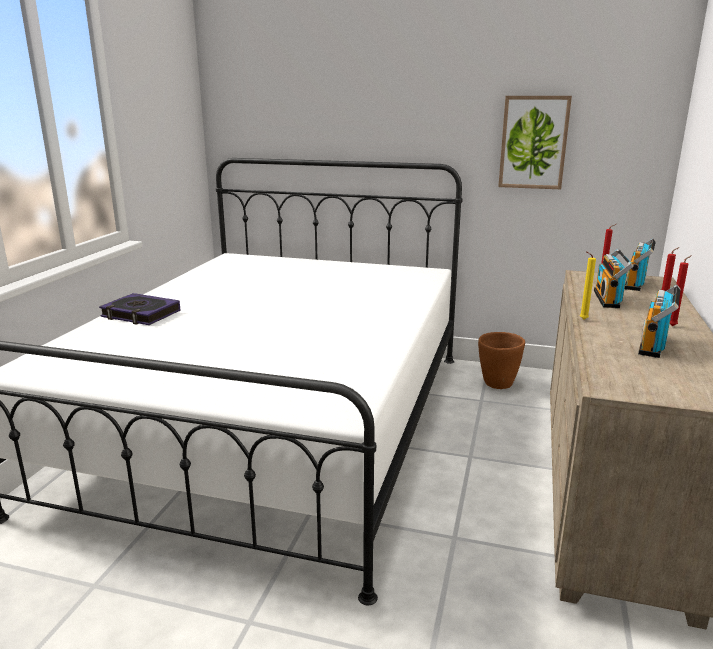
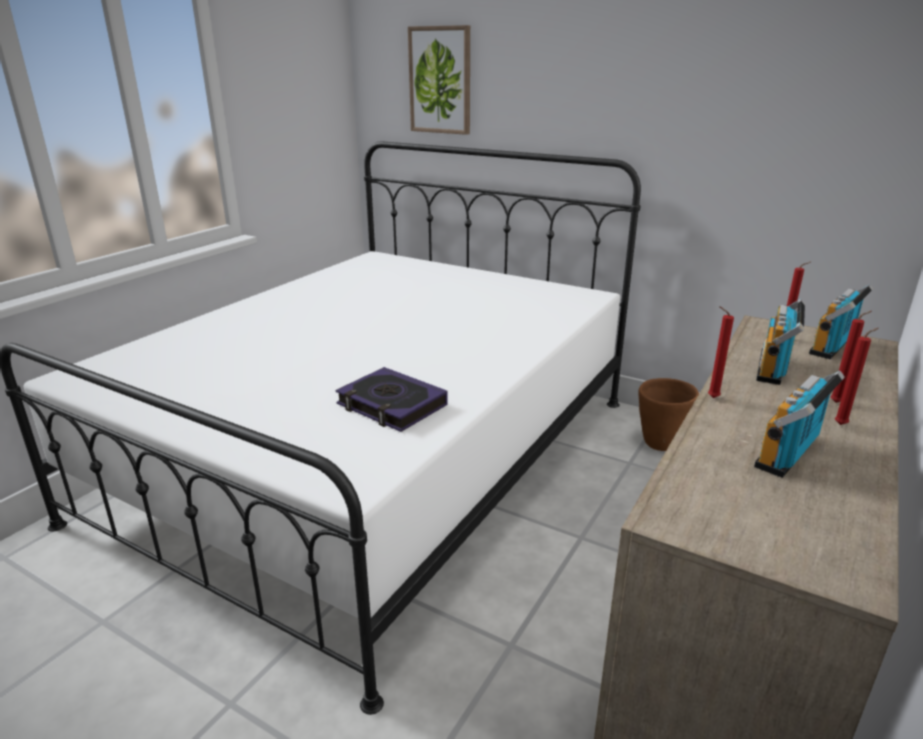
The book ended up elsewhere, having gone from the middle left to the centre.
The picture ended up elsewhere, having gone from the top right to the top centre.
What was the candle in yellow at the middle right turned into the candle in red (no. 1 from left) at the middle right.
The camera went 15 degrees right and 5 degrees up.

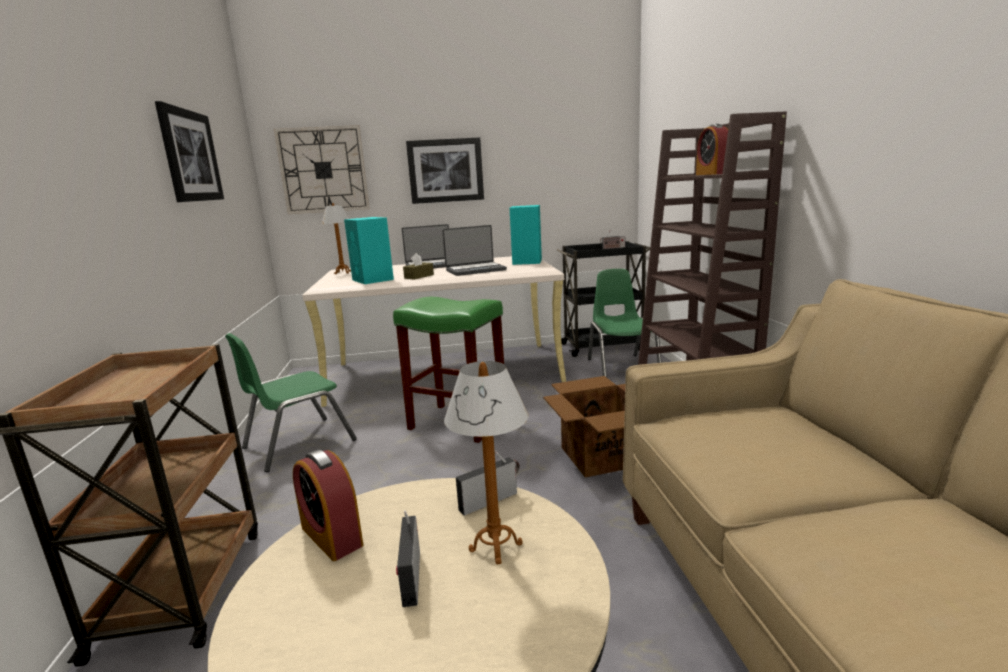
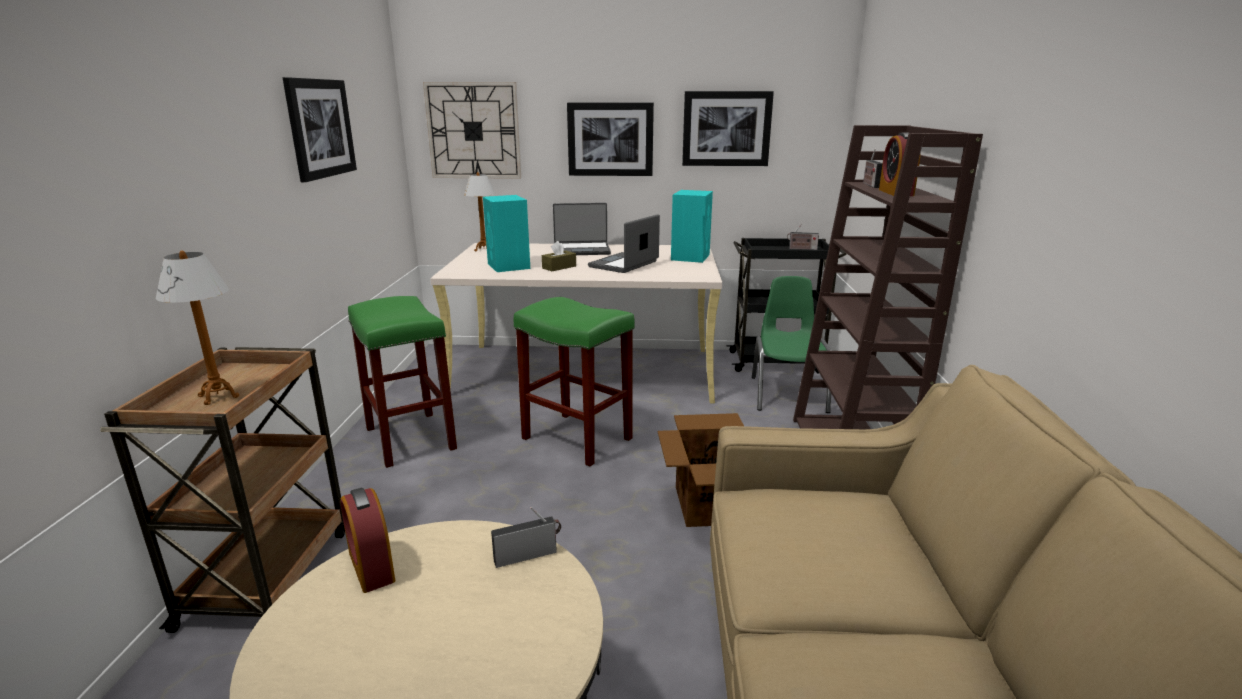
Where the chair in green (no. 1 from left) stood at the middle left, the stool in green (no. 1 from left) came to stand at the middle left.
The radio (no. 1 from left in the first image) ended up elsewhere, having gone from the bottom centre to the top right.
The laptop (no. 2 from left) at the centre ended up facing another way, 135 degrees clockwise from before.
The table lamp (no. 2 from left in the first image) ended up elsewhere, having gone from the bottom centre to the middle left.
The second view gained the picture (no. 3 from left) at the top centre.
The camera went 10 degrees right and 5 degrees up.

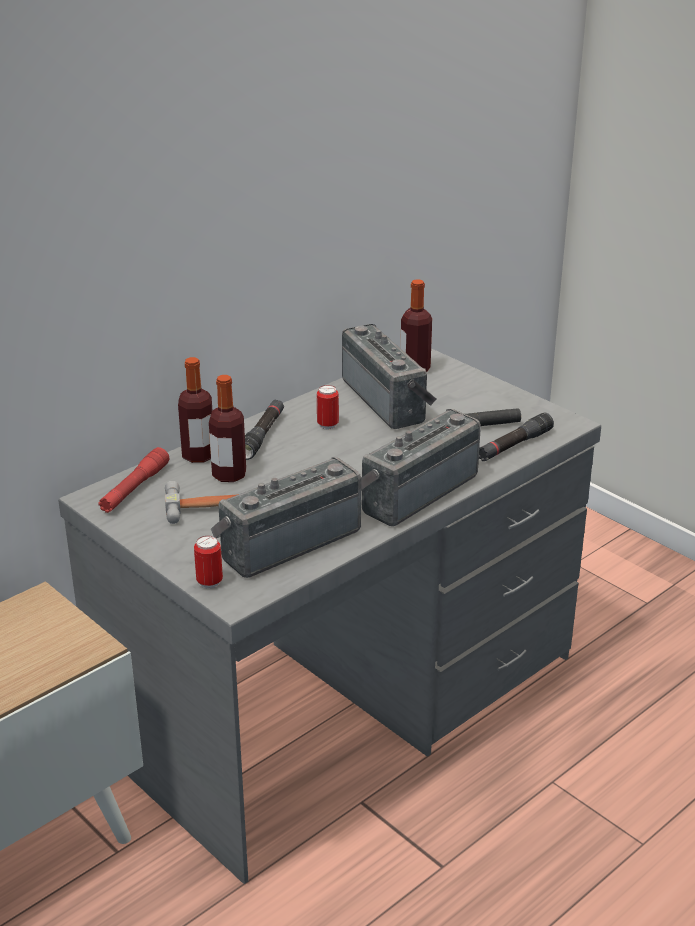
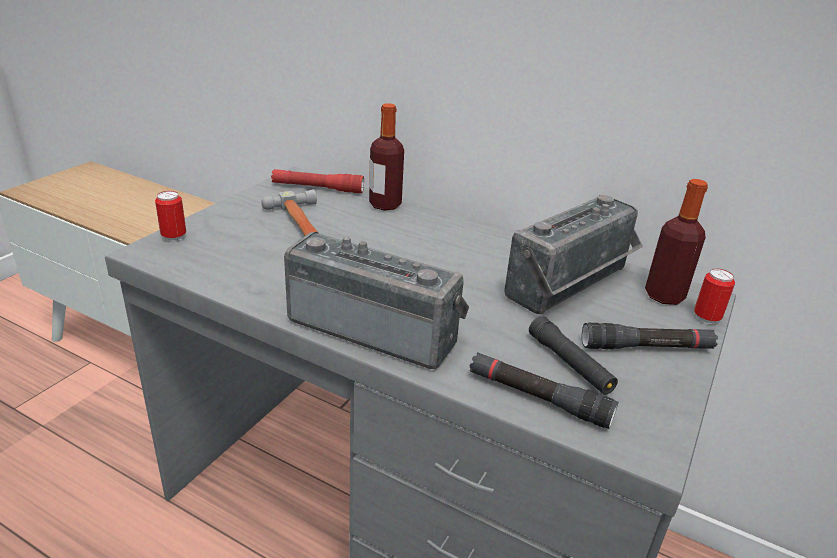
The second view lost the bottle (no. 2 from left) at the middle left.
The second view lost the radio (no. 1 from left) at the centre.
The flashlight in black (no. 1 from left in the first image) ended up elsewhere, having gone from the centre to the middle right.
The can (no. 2 from left) ended up elsewhere, having gone from the centre to the middle right.
The camera went 70 degrees right and 0 degrees up.

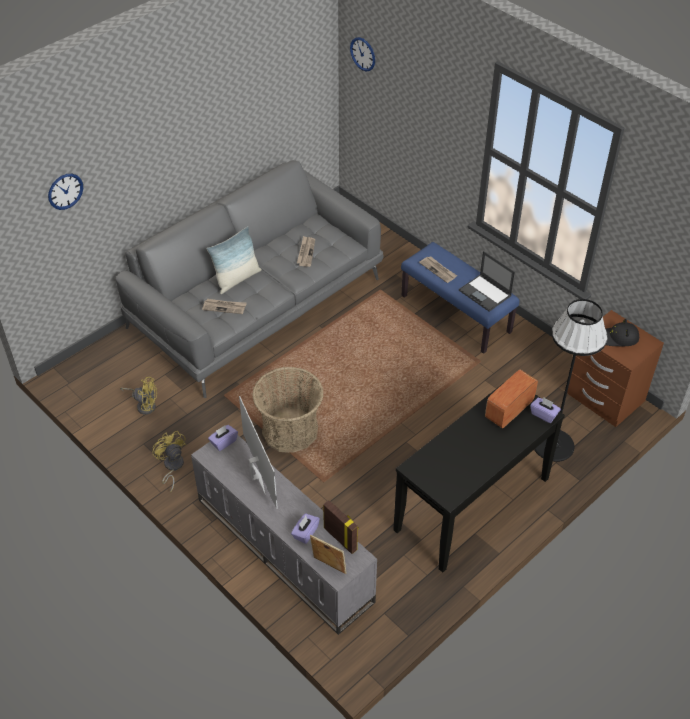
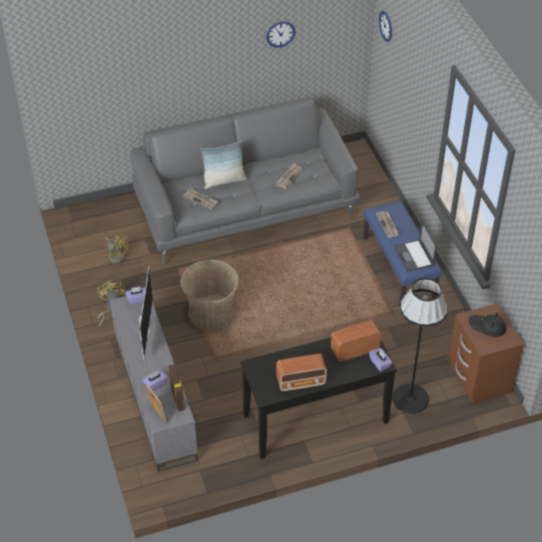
The wall clock (no. 1 from left) ended up elsewhere, having gone from the top left to the top centre.
The second view gained the radio (no. 1 from left) at the bottom centre.
The camera went 25 degrees right and 0 degrees up.

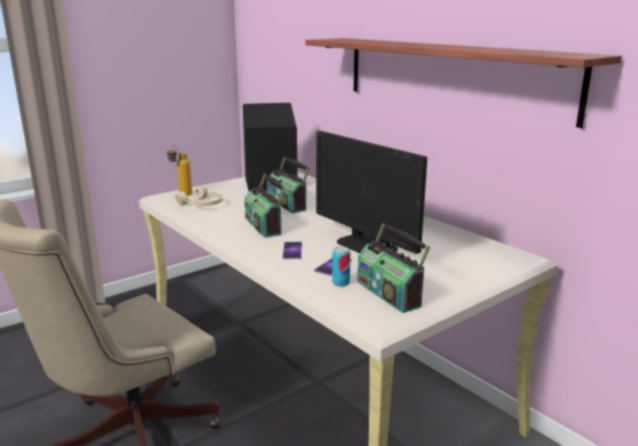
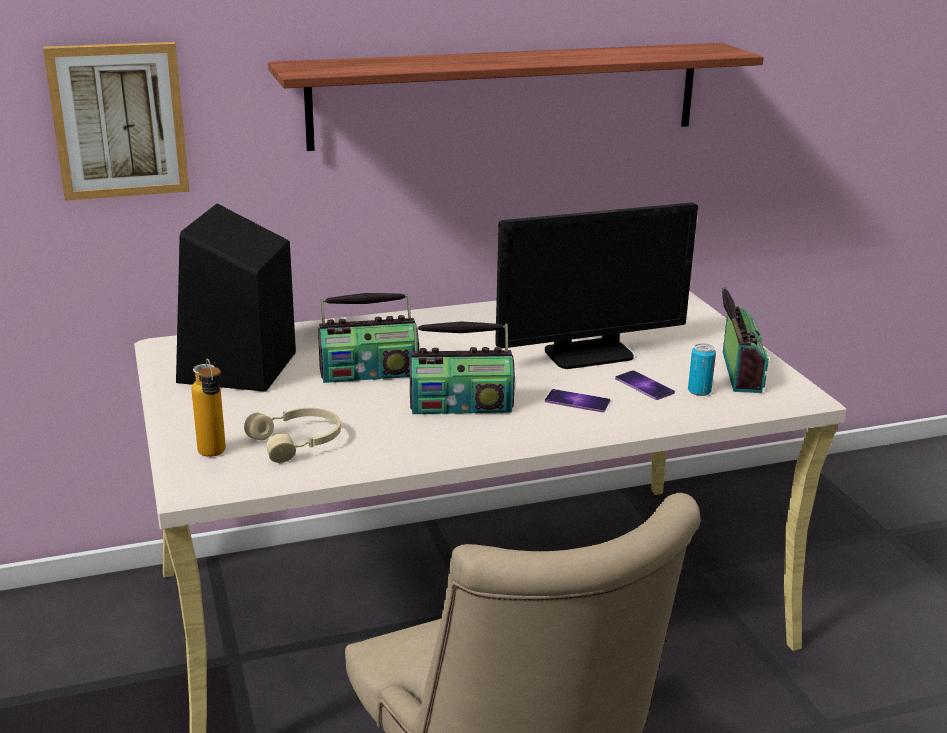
The radio (no. 3 from left) at the centre ended up facing another way, 75 degrees counterclockwise from before.
The second view gained the picture at the top left.
The camera went 70 degrees left and 5 degrees up.

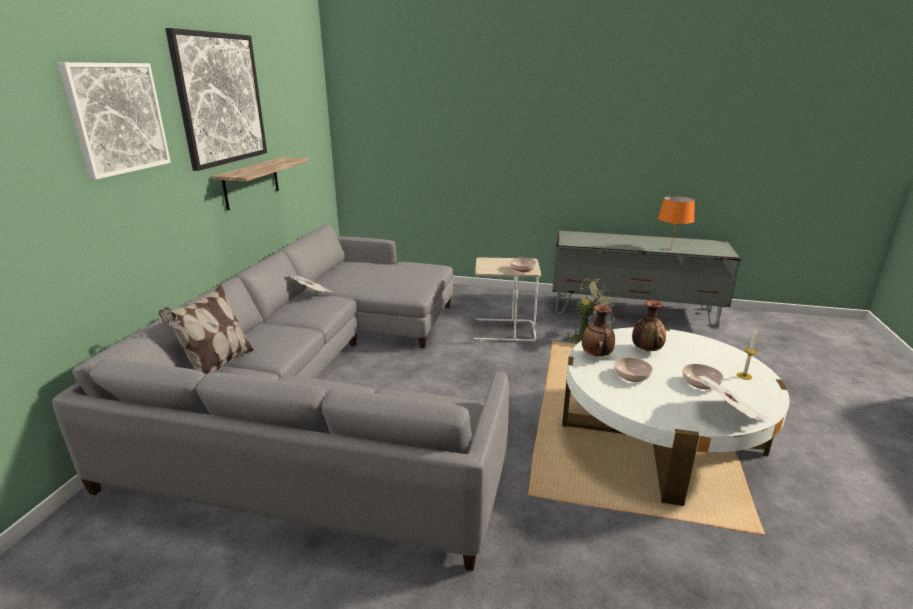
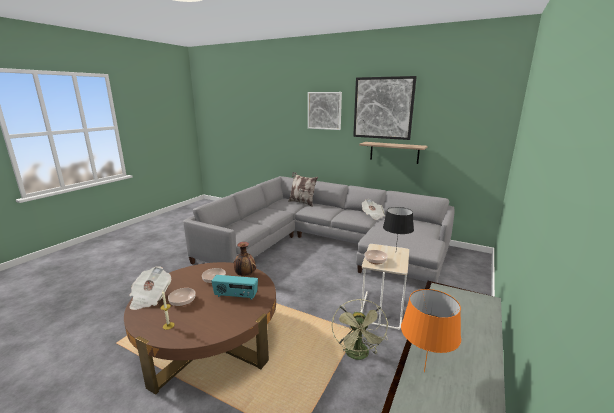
What was the coffee table in white at the bottom right turned into the coffee table in brown at the bottom left.
Where the vase (no. 2 from left) stood at the middle right, the radio came to stand at the bottom centre.
The second view gained the table lamp in black at the centre.
The camera went 105 degrees right and 5 degrees down.

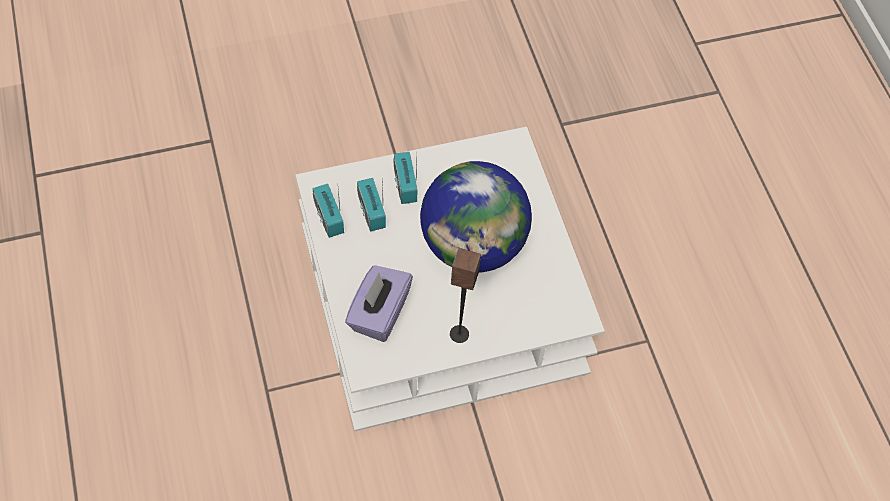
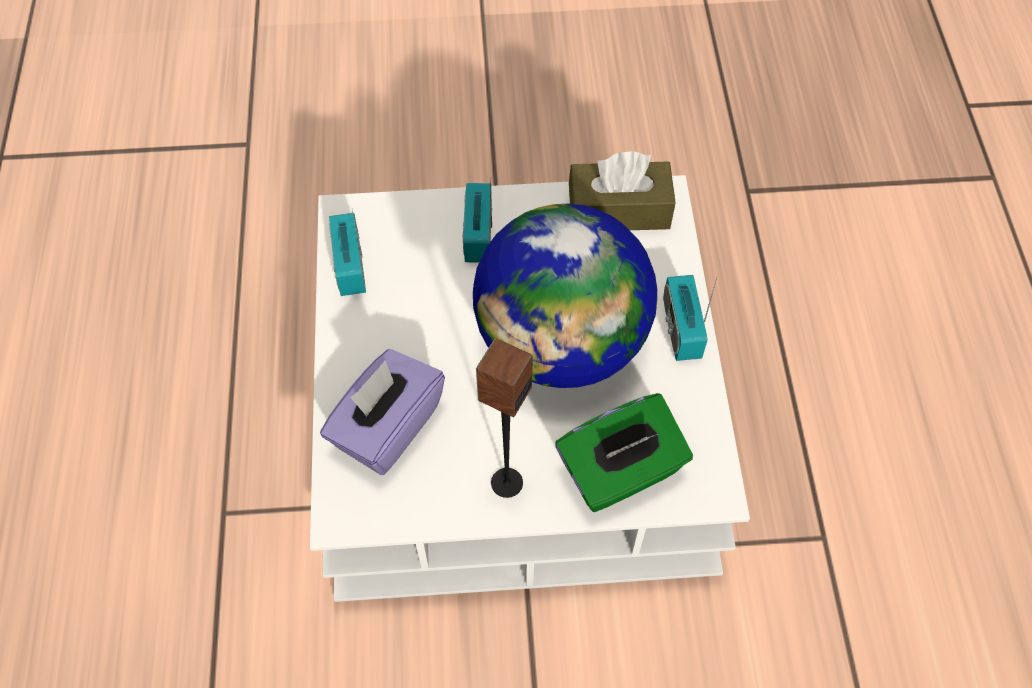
The radio (no. 2 from left in the first image) ended up elsewhere, having gone from the centre to the middle right.
The second view gained the tissue box in green at the centre.
The second view gained the tissue box in brown at the top centre.
The camera went 15 degrees right and 0 degrees up.

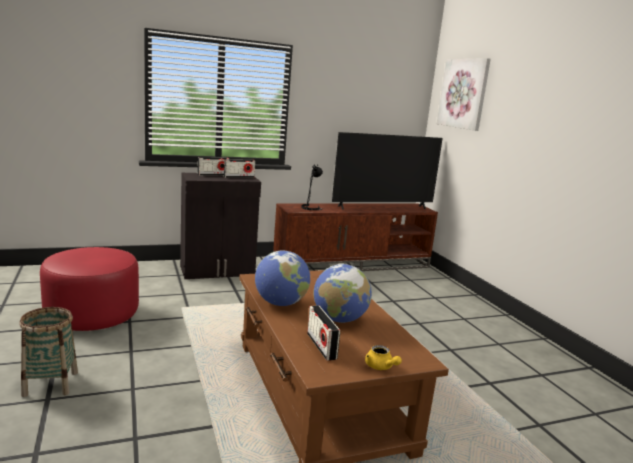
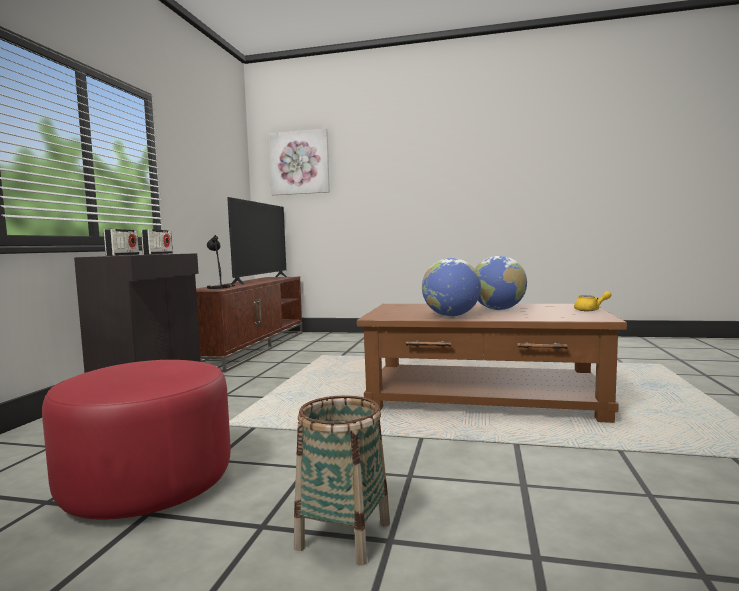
The second view lost the radio (no. 3 from left) at the bottom centre.
The camera went 55 degrees left and 10 degrees down.

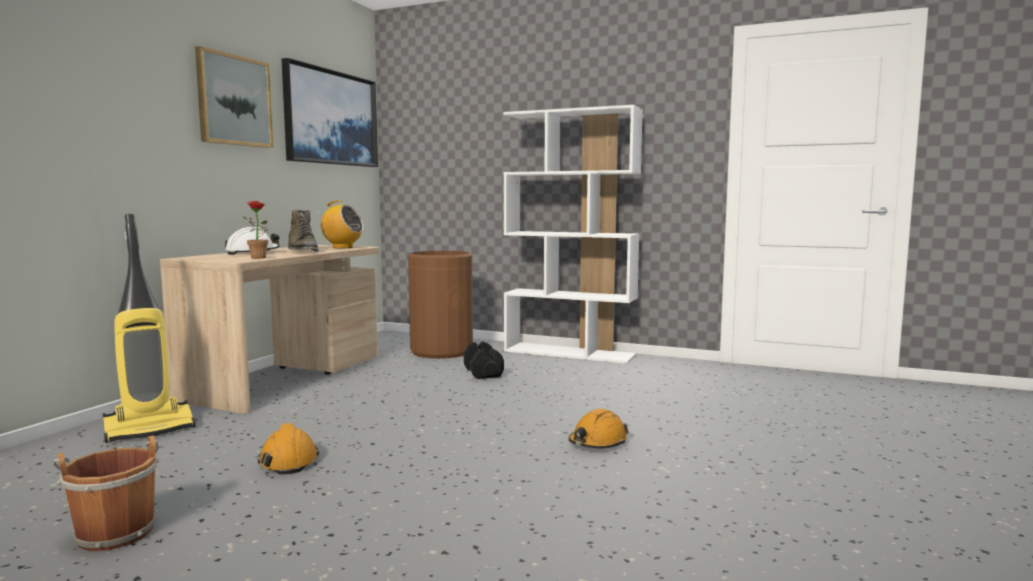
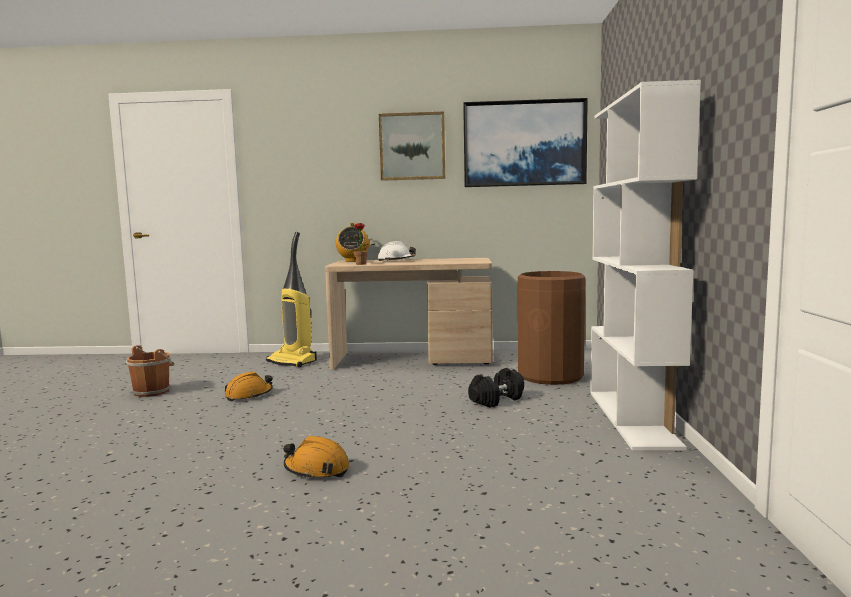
The second view lost the boot in green at the middle left.
The radio ended up elsewhere, having gone from the middle left to the centre.
The camera went 70 degrees right and 0 degrees up.

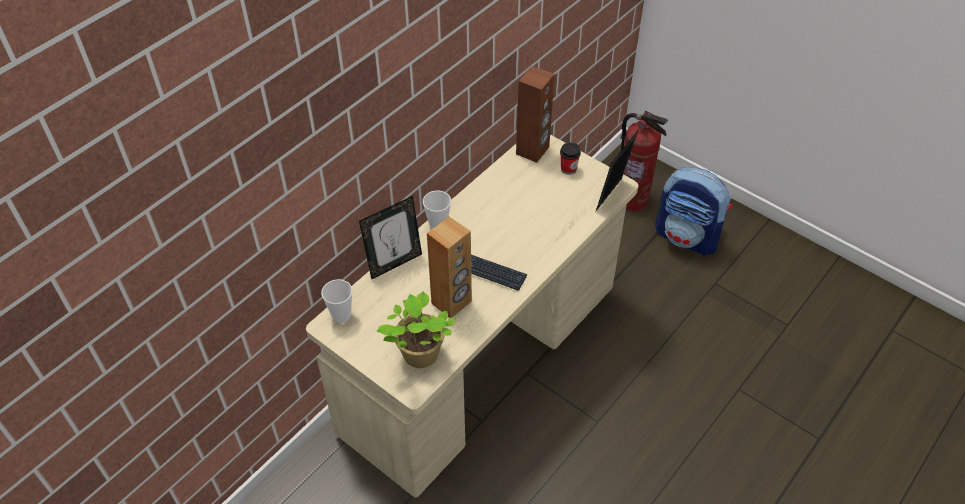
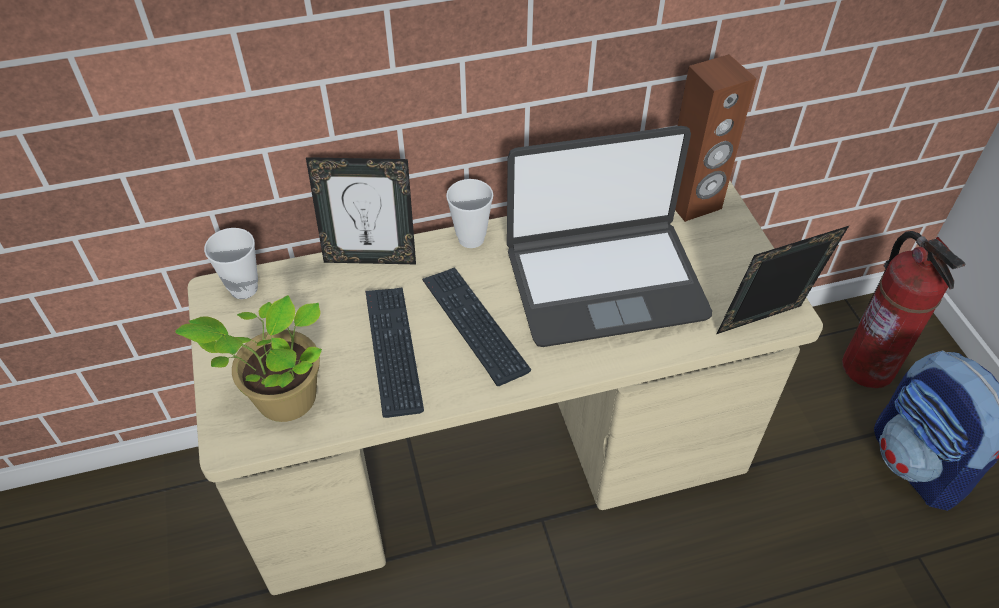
Where the speaker in brown (no. 1 from left) stood at the centre, the keyboard (no. 1 from left) came to stand at the centre.
The second view lost the cup (no. 3 from left) at the top centre.
The second view gained the laptop at the centre.
The camera went 35 degrees right and 0 degrees up.

